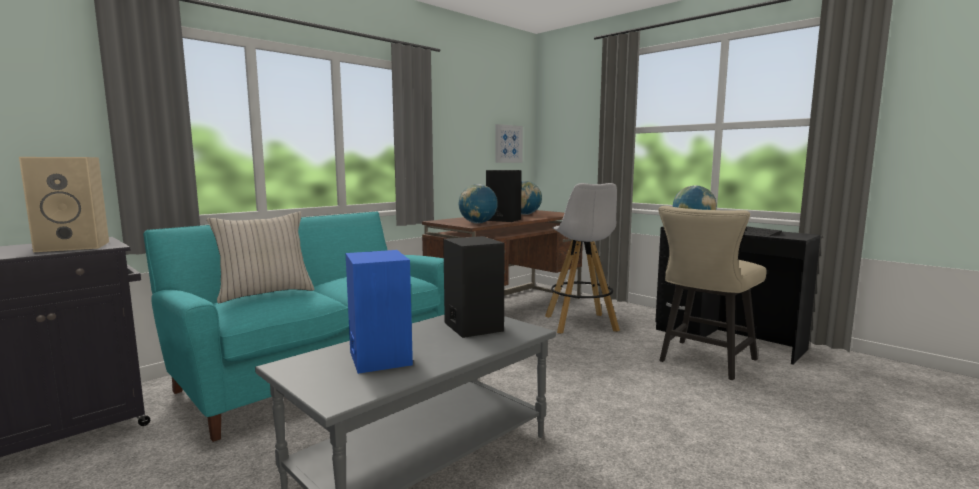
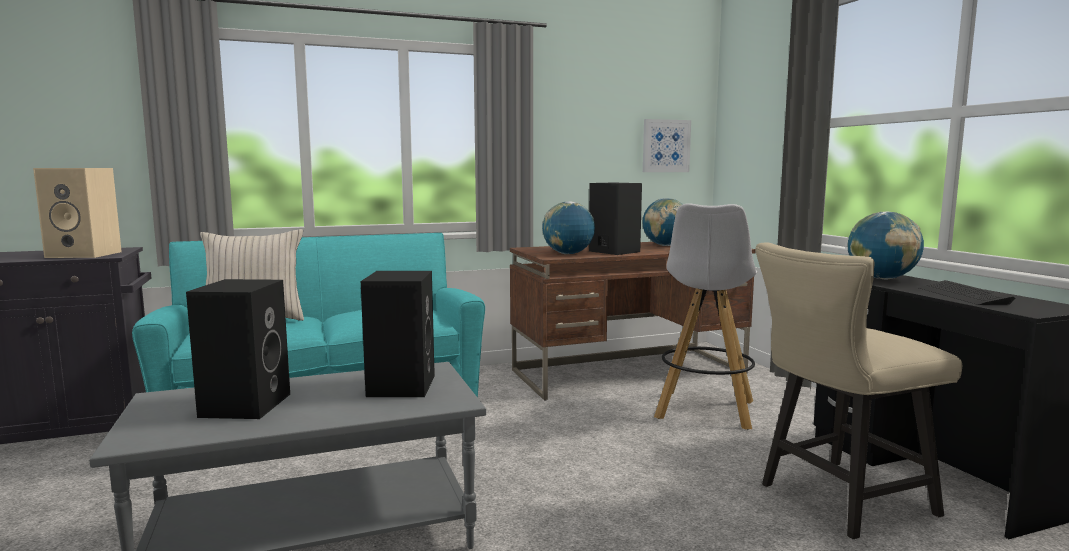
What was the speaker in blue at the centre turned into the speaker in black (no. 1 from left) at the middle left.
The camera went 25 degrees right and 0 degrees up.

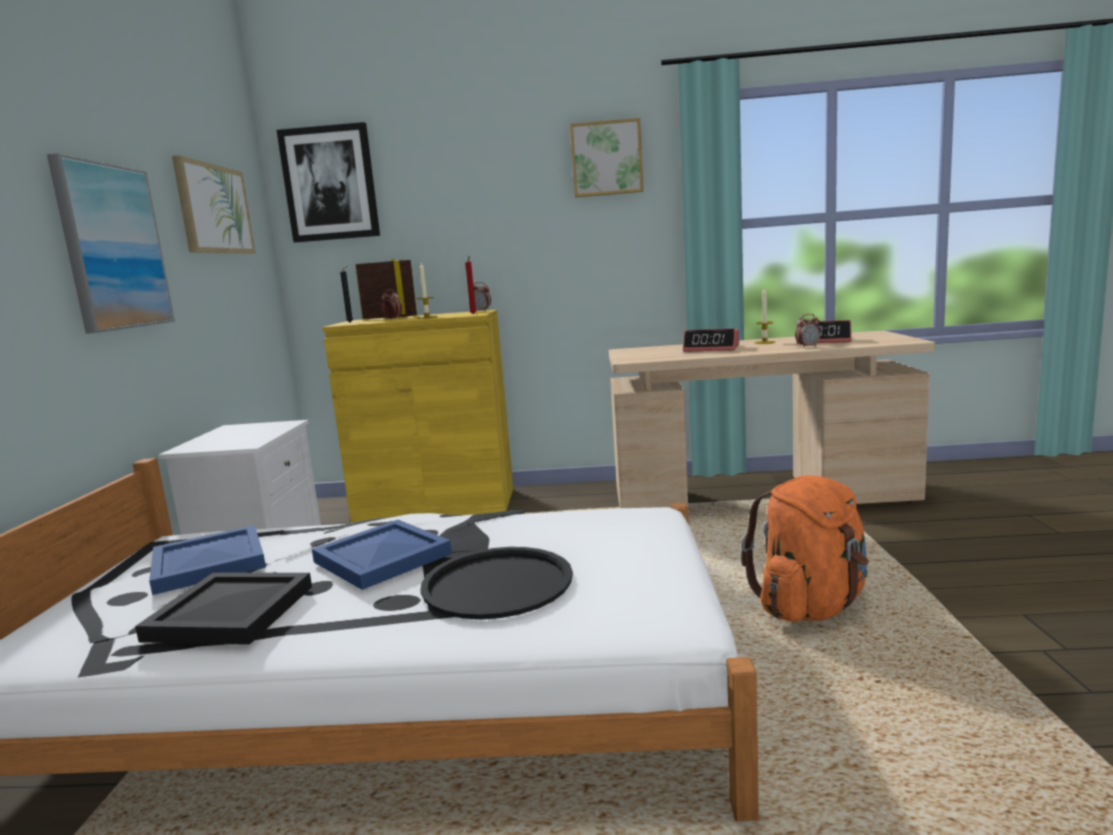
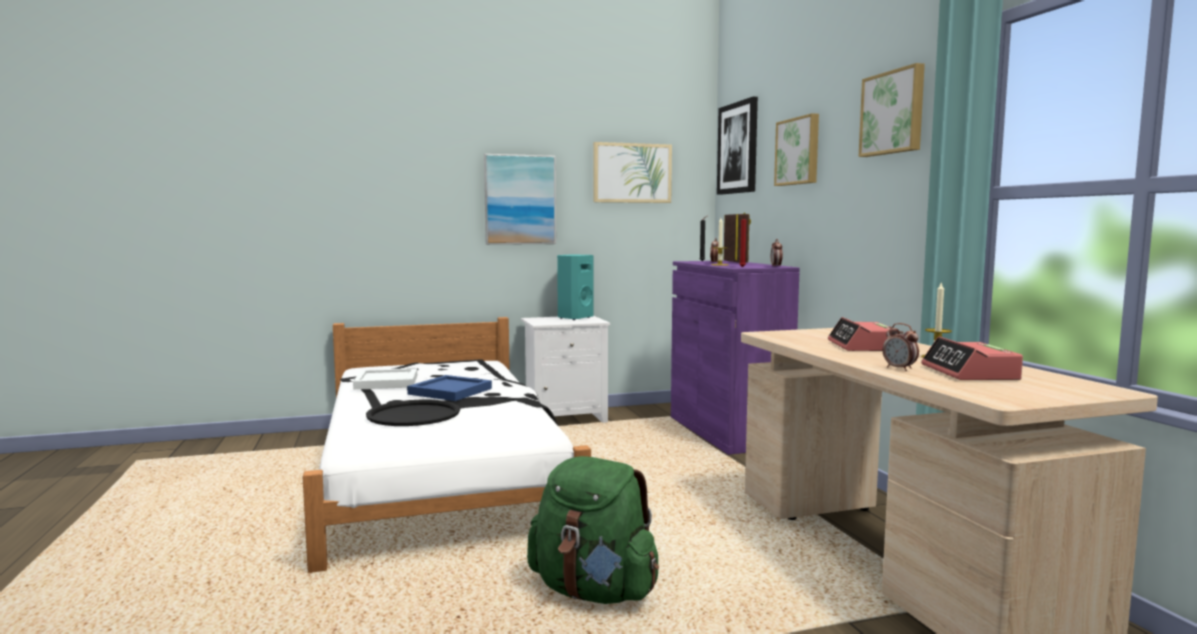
What was the tray in black (no. 1 from left) at the bottom left turned into the tray in white at the middle left.
The second view lost the tray in blue (no. 1 from left) at the bottom left.
What was the cabinet in yellow at the centre turned into the cabinet in purple at the centre.
What was the backpack in orange at the middle right turned into the backpack in green at the bottom centre.
The second view gained the speaker in turquoise at the centre.
The second view gained the picture (no. 4 from left) at the top centre.
The camera went 70 degrees right and 5 degrees down.

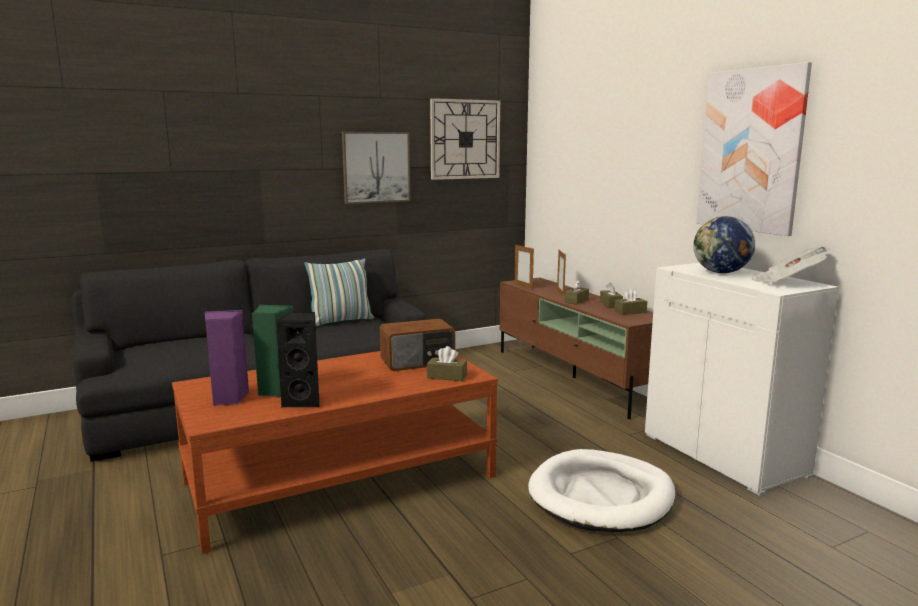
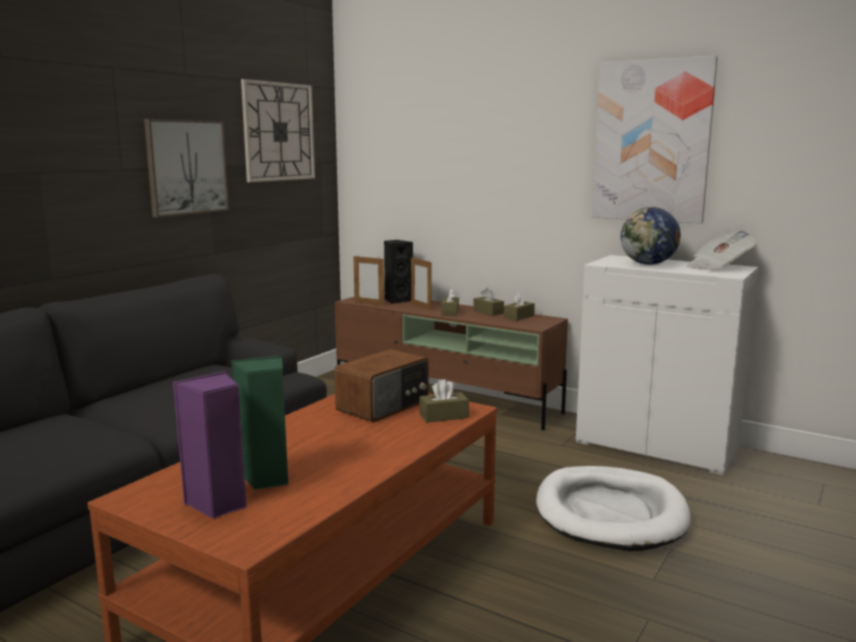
The speaker in black ended up elsewhere, having gone from the middle left to the centre.
The second view lost the pillow at the centre.
The camera went 30 degrees left and 0 degrees up.

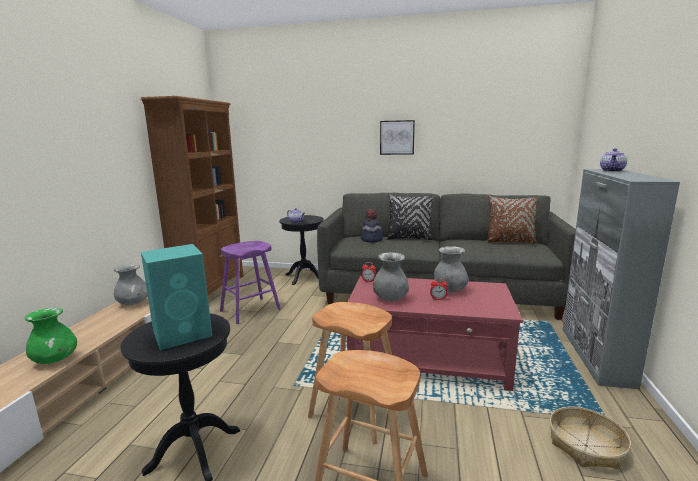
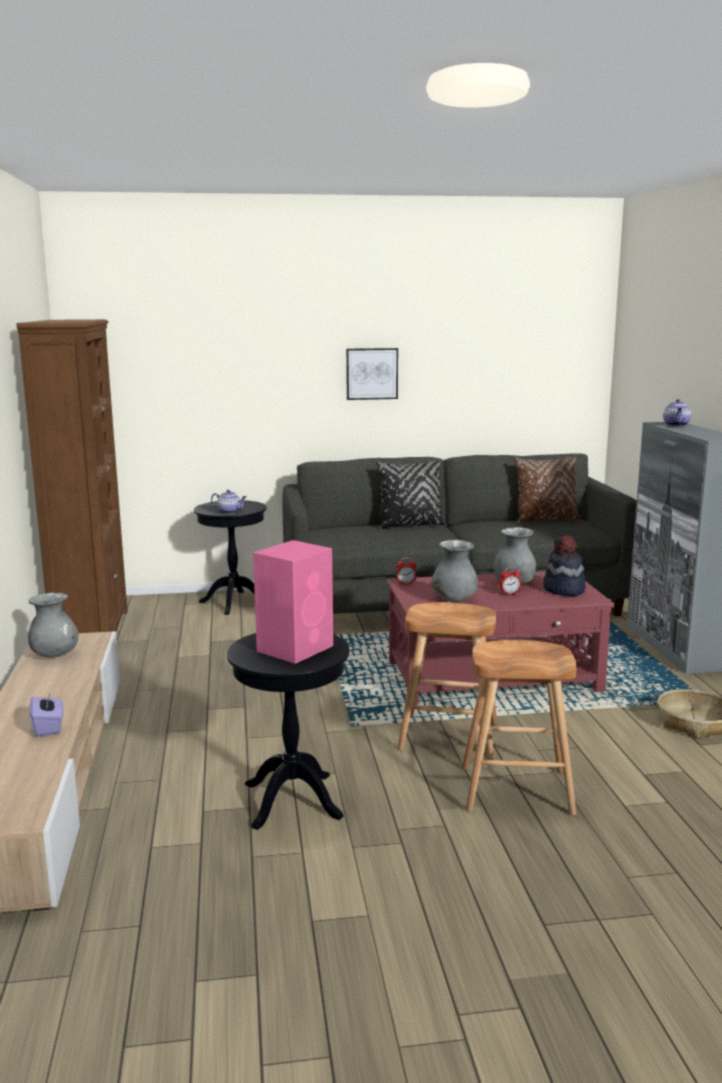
Where the vase in green stood at the bottom left, the tissue box in purple came to stand at the middle left.
What was the speaker in turquoise at the middle left turned into the speaker in pink at the centre.
The second view lost the stool in purple at the centre.
The hat ended up elsewhere, having gone from the centre to the middle right.
The camera went 20 degrees left and 0 degrees up.

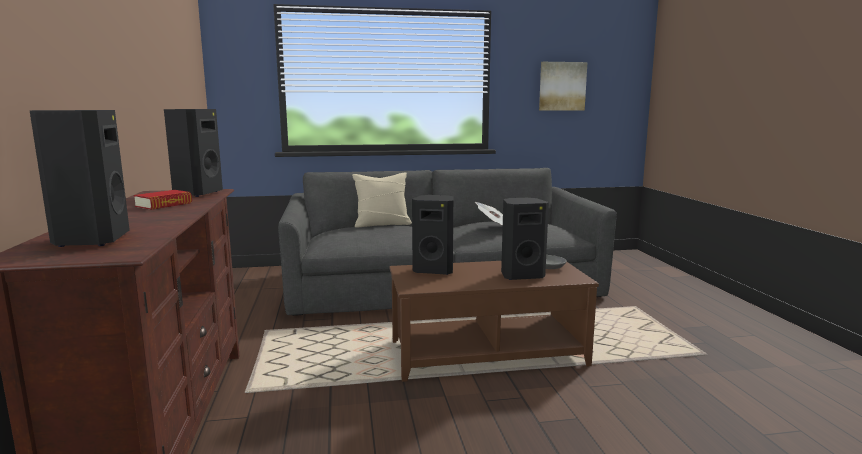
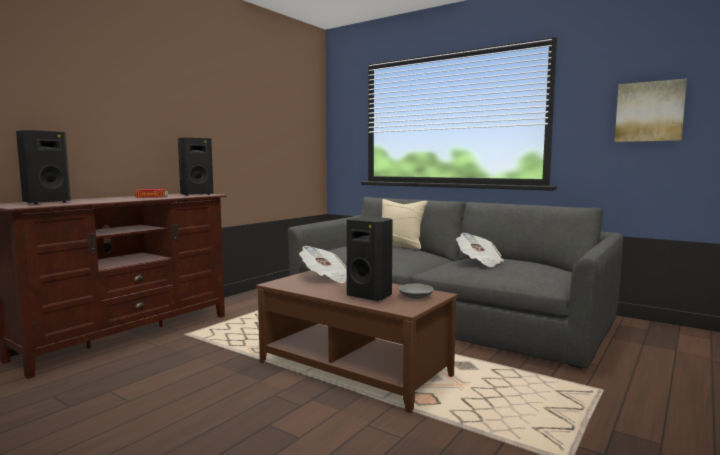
Where the speaker in black (no. 3 from left) stood at the centre, the newspaper (no. 1 from left) came to stand at the centre.
The camera went 45 degrees right and 5 degrees down.

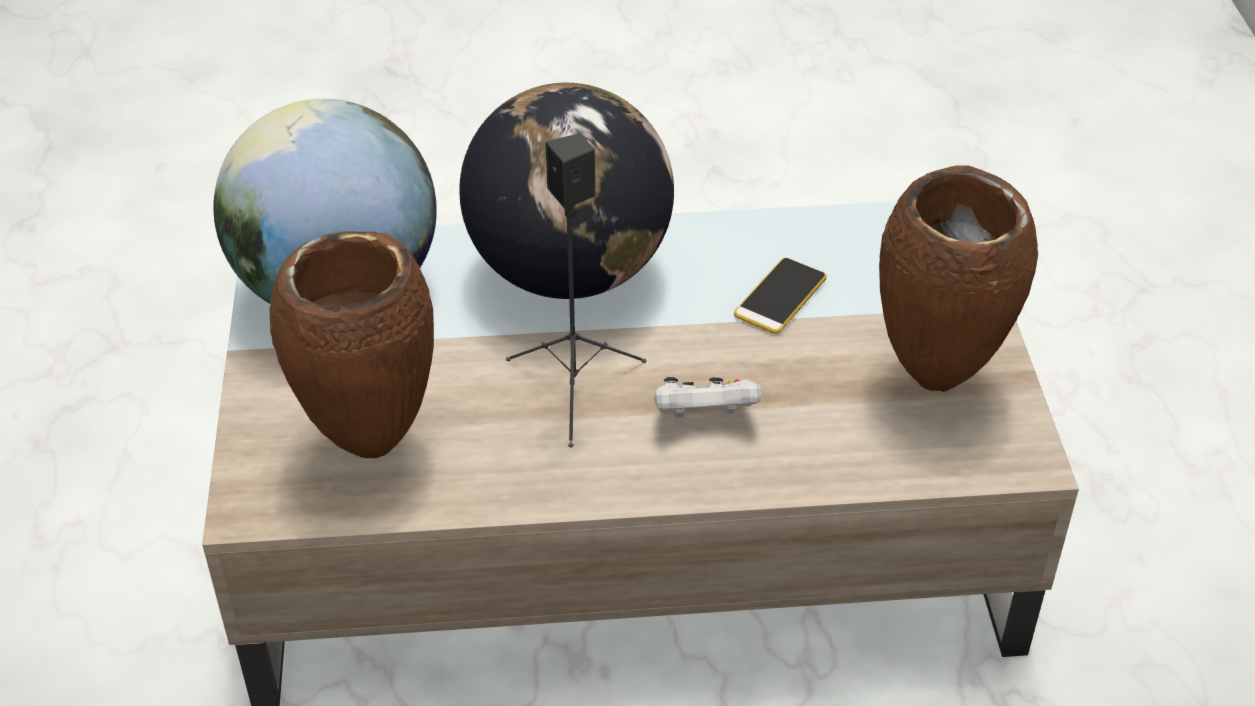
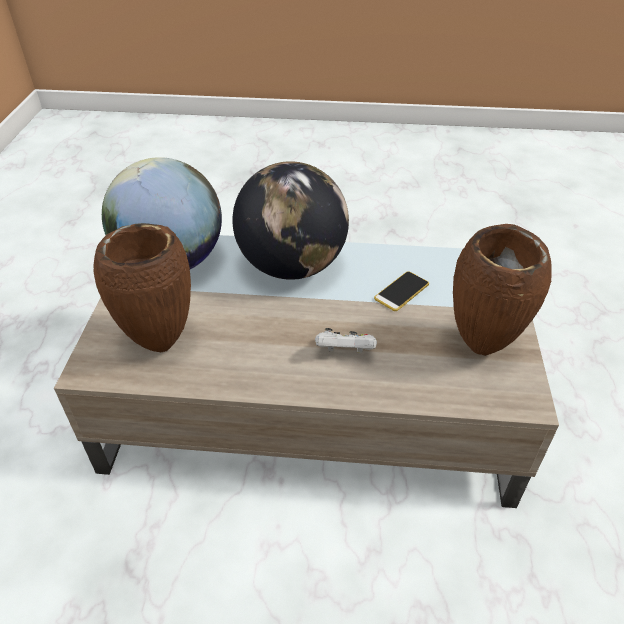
The second view lost the speaker in black at the centre.
The camera went 10 degrees right and 0 degrees up.

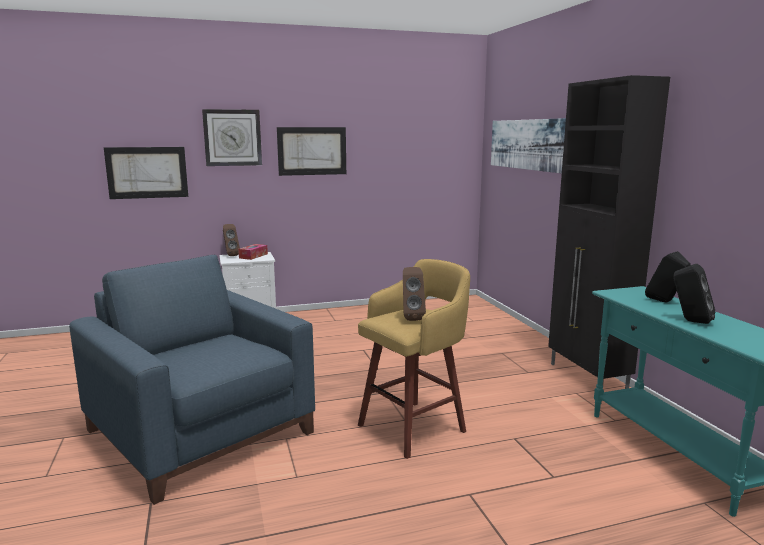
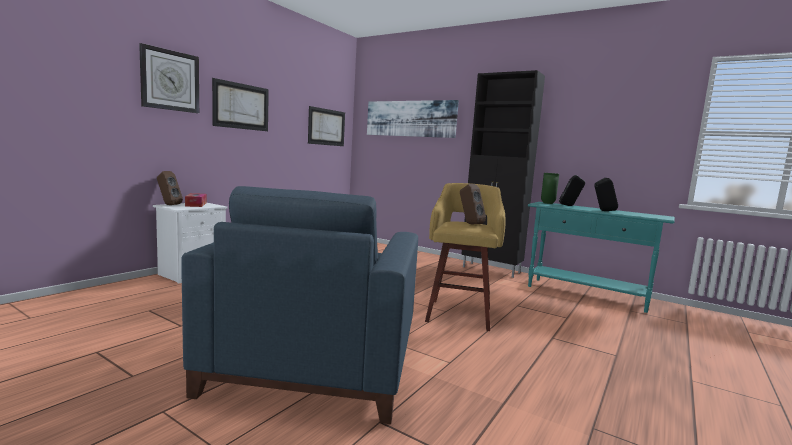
The armchair in blue at the bottom left ended up facing another way, 90 degrees counterclockwise from before.
The picture (no. 1 from left in the first image) ended up elsewhere, having gone from the top left to the top centre.
The second view gained the vase in green at the middle right.
The camera went 40 degrees left and 5 degrees down.

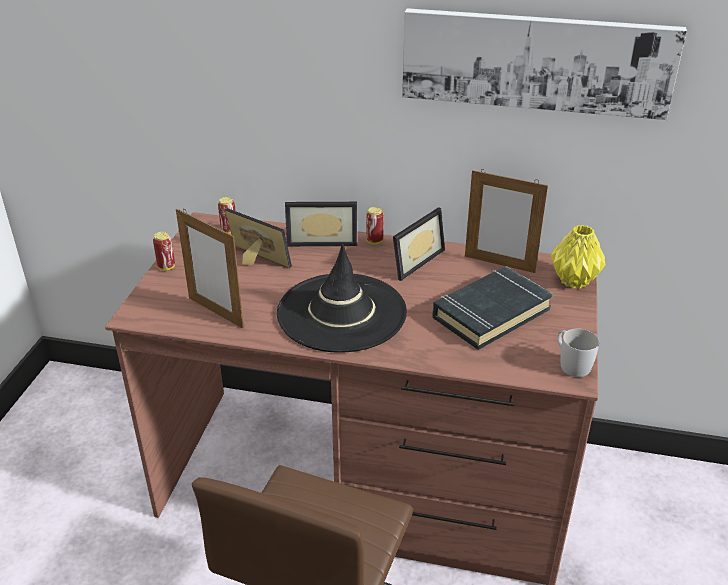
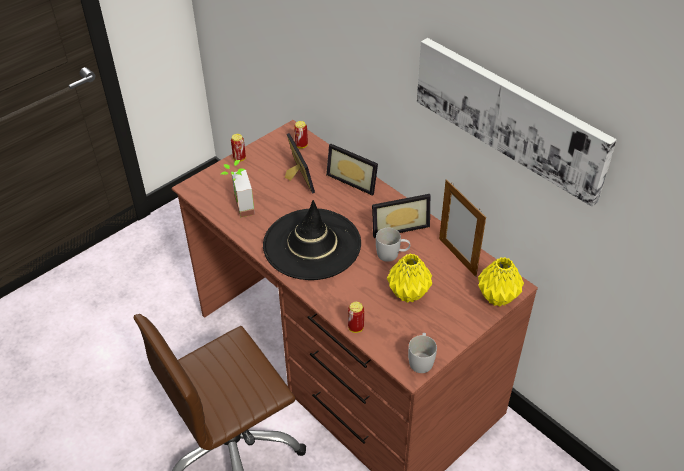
Where the picture frame (no. 1 from left) stood at the middle left, the potted plant came to stand at the centre.
The can (no. 3 from left) ended up elsewhere, having gone from the centre to the bottom centre.
Where the book in black stood at the middle right, the vase in yellow (no. 1 from left) came to stand at the centre.
The second view gained the mug in white (no. 1 from left) at the centre.
The camera went 35 degrees right and 10 degrees up.

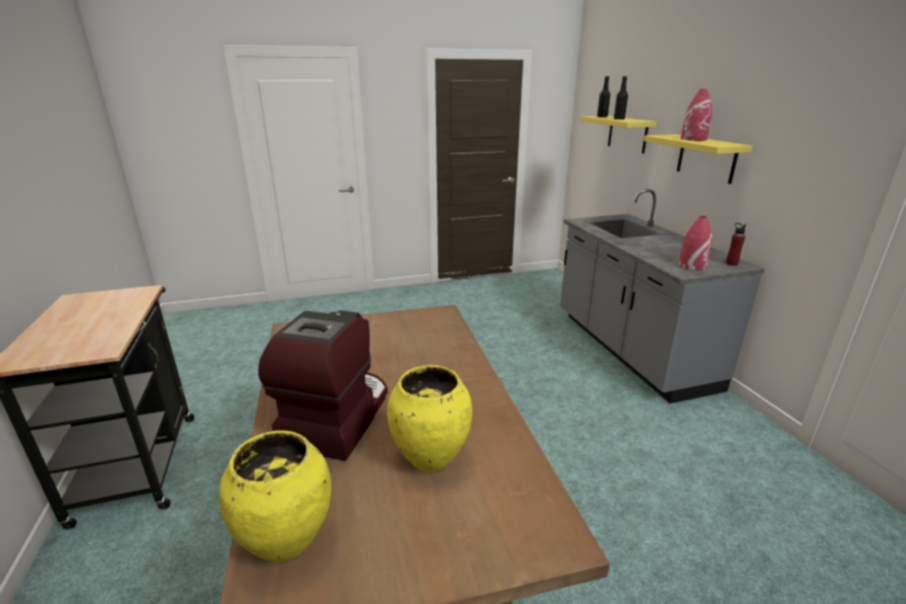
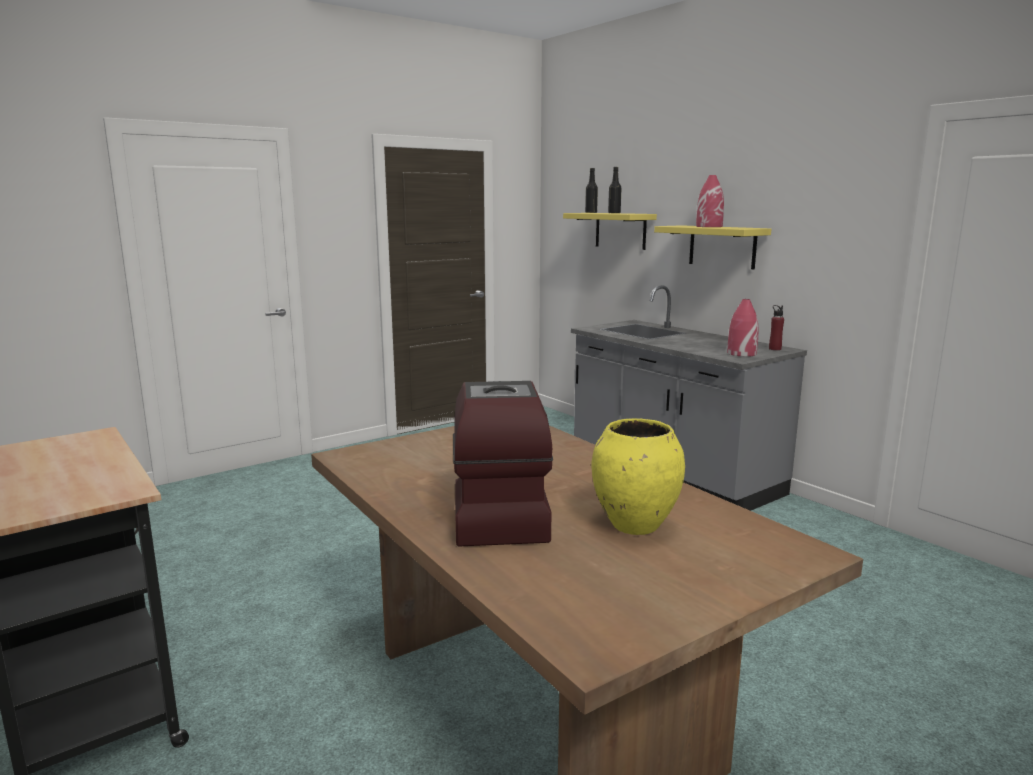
The second view lost the vase in yellow (no. 1 from left) at the bottom left.
The camera went 20 degrees left and 10 degrees down.

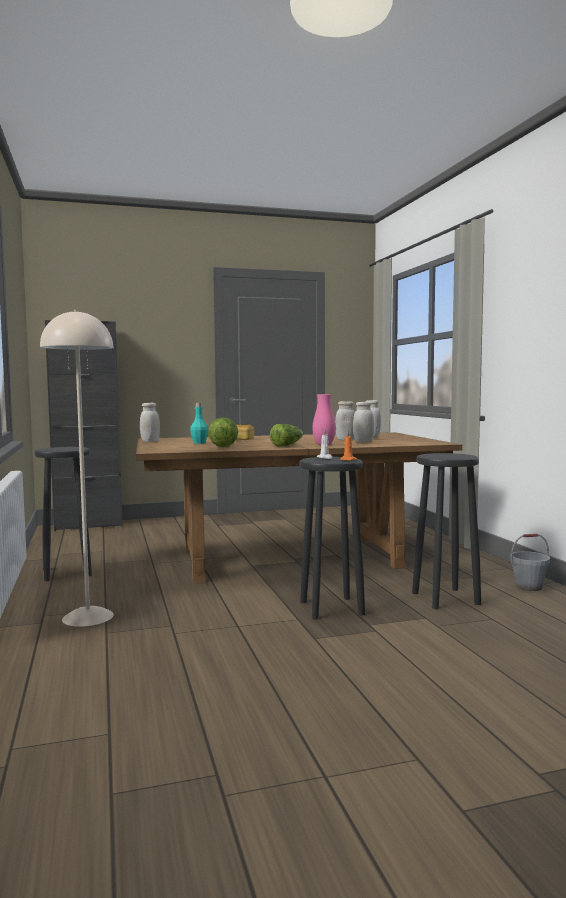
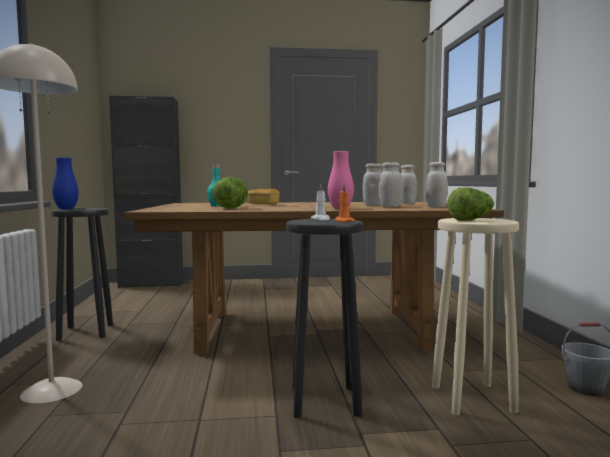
The jar in white (no. 1 from left in the first image) ended up elsewhere, having gone from the middle left to the middle right.
The lettuce (no. 2 from left) ended up elsewhere, having gone from the centre to the middle right.
What was the stool in black (no. 3 from left) at the middle right turned into the stool in beige at the bottom right.
The second view gained the vase in blue at the middle left.
The camera went 10 degrees right and 0 degrees up.

